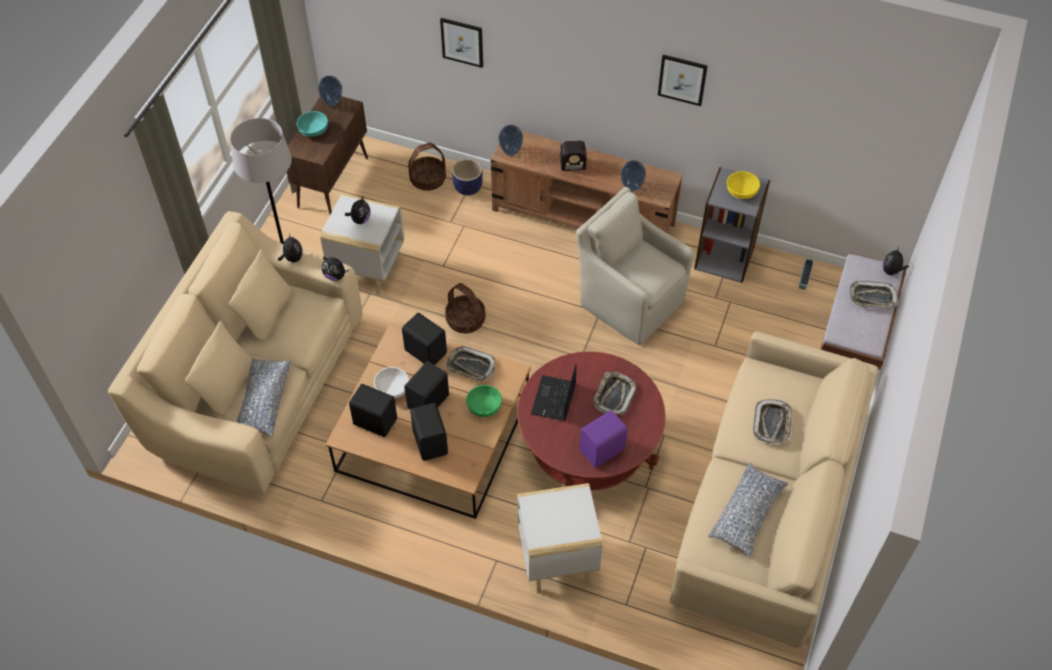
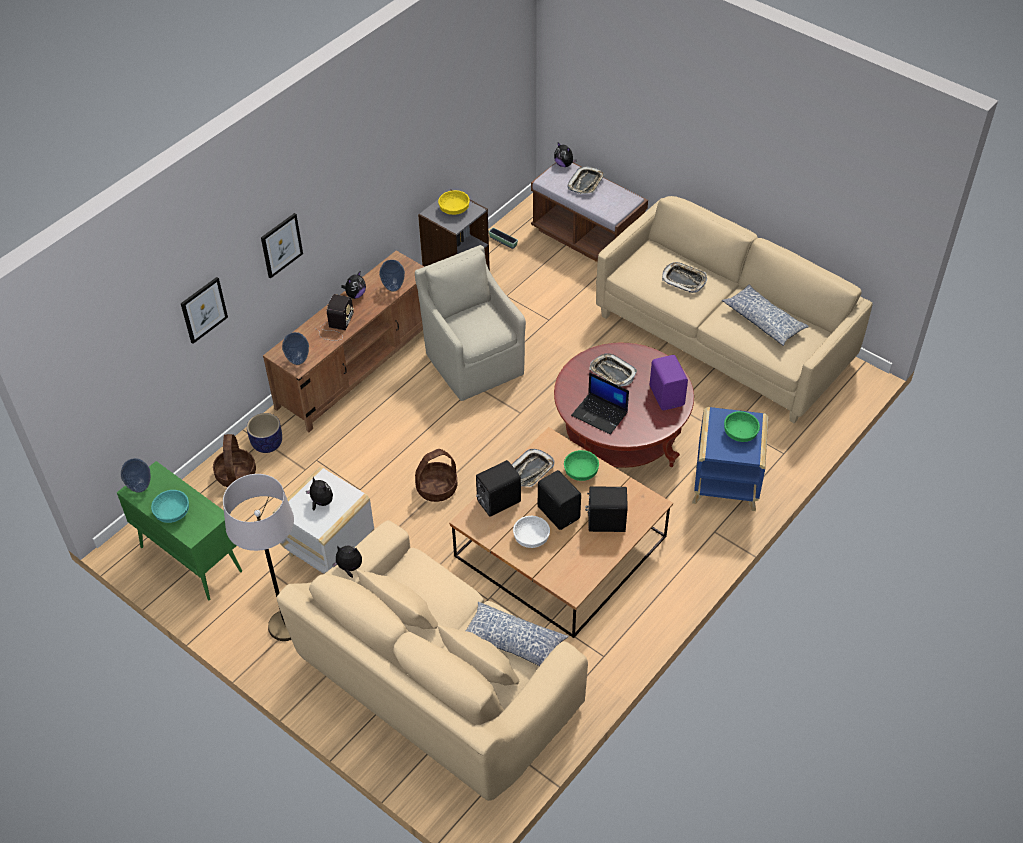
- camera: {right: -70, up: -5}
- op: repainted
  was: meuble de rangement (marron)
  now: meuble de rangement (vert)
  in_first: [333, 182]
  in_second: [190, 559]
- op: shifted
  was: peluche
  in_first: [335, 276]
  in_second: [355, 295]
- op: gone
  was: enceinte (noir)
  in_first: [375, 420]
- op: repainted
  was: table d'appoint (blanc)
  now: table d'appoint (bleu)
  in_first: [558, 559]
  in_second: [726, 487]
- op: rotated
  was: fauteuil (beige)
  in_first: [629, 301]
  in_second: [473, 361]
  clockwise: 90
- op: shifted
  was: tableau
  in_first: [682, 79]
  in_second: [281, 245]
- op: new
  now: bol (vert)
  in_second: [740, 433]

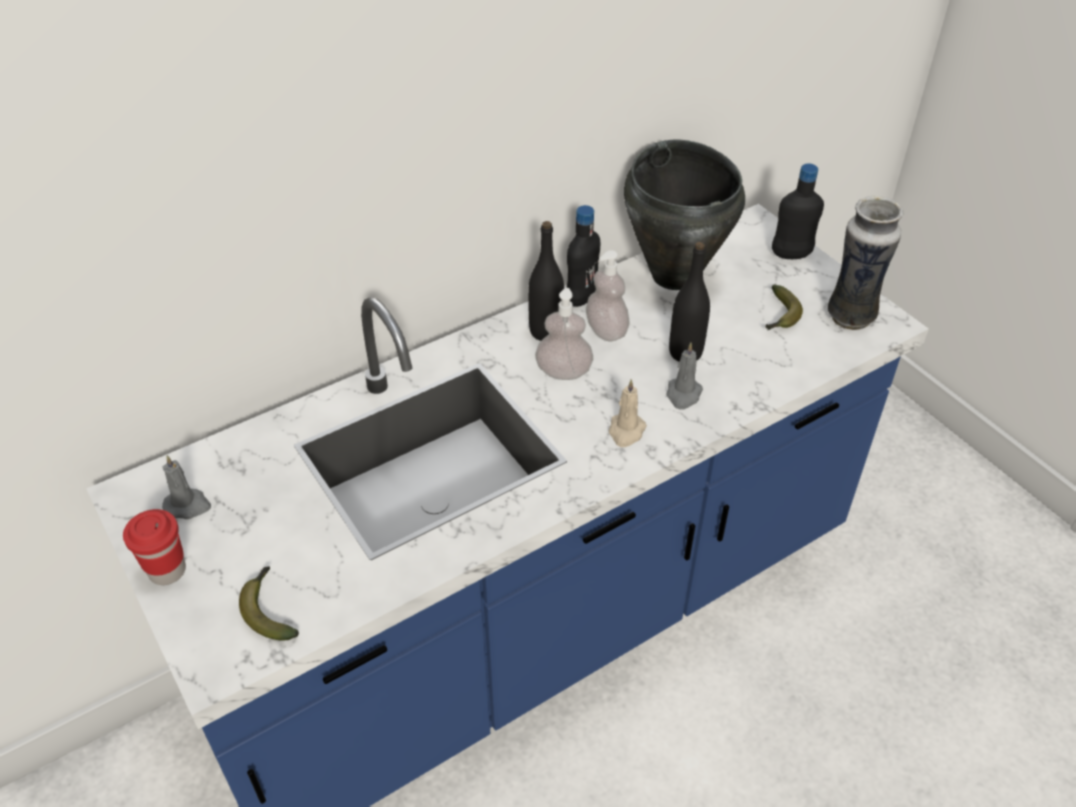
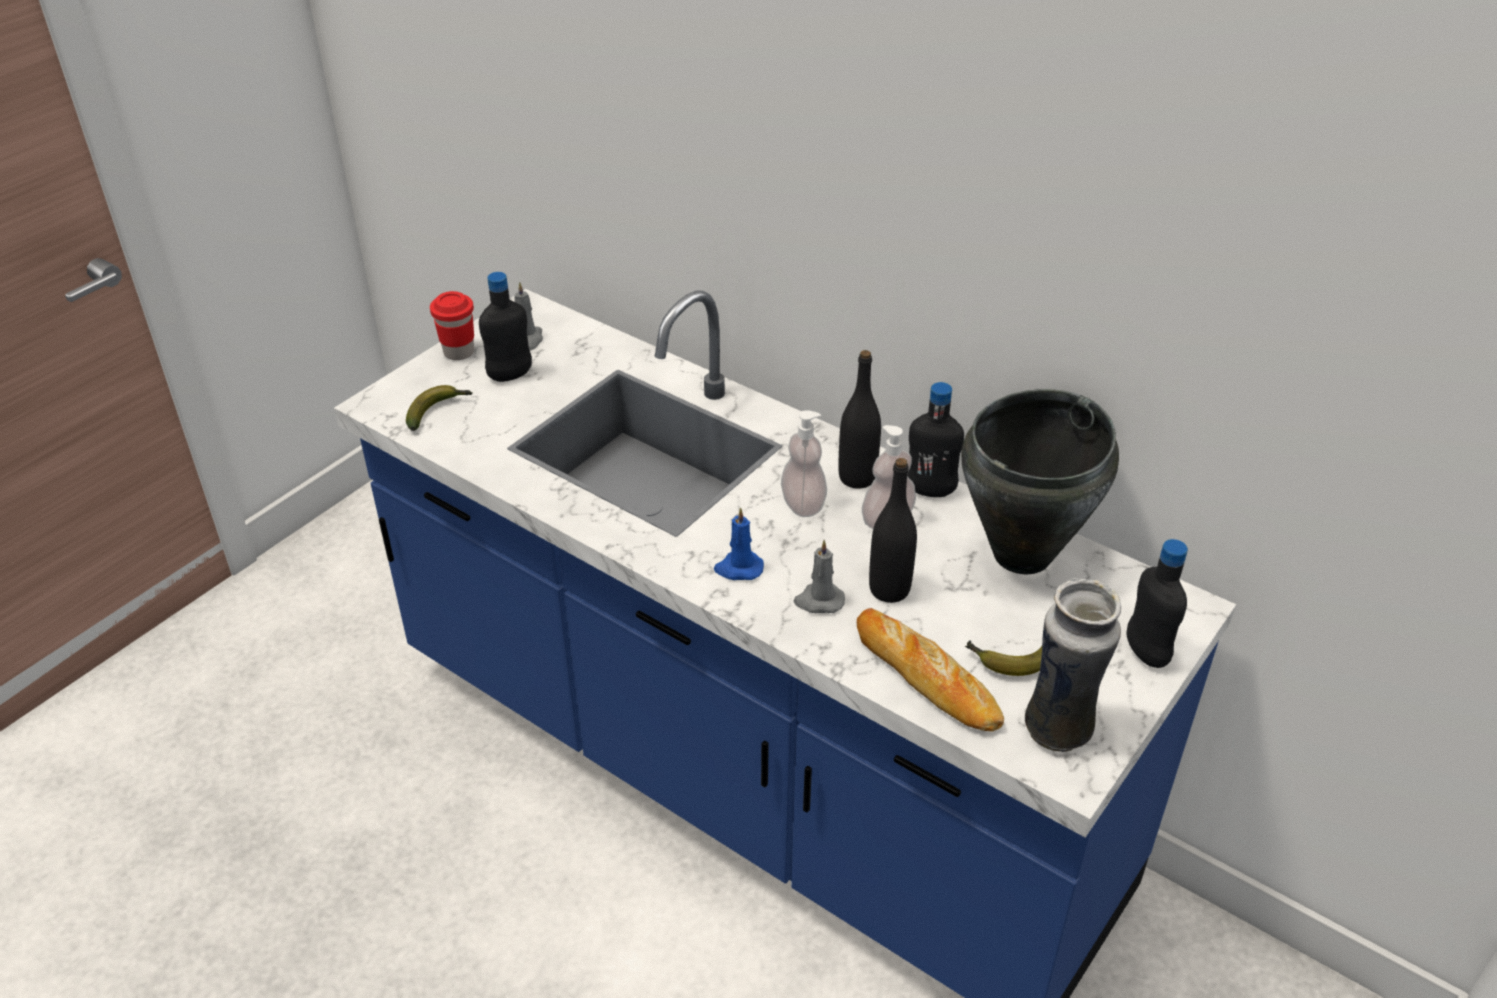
- camera: {right: 70, up: -5}
- op: repainted
  was: bougie (beige)
  now: bougie (bleu)
  in_first: [626, 431]
  in_second: [738, 568]
- op: new
  now: bouteille (noir)
  in_second: [510, 375]
- op: new
  now: pain
  in_second: [926, 677]

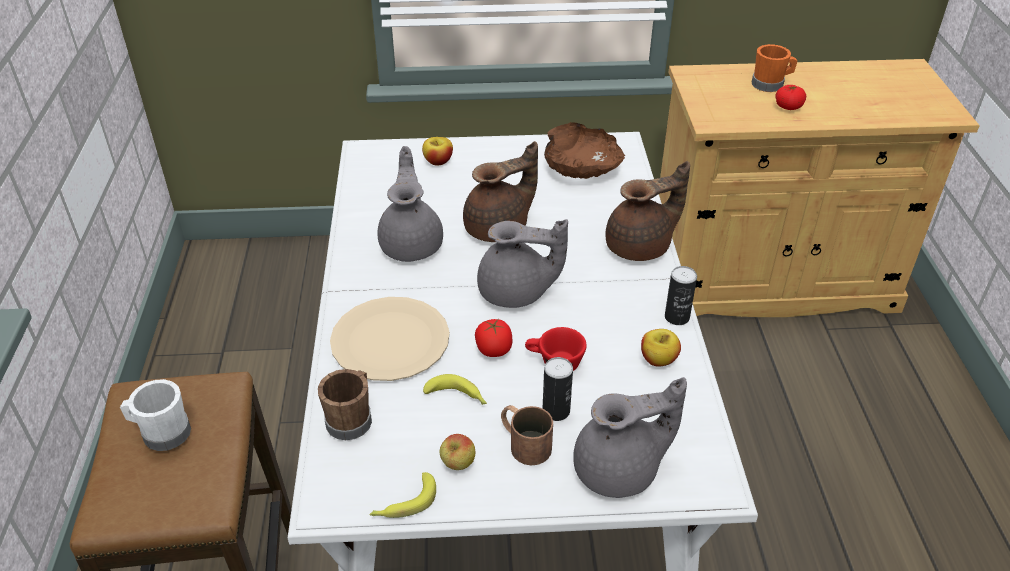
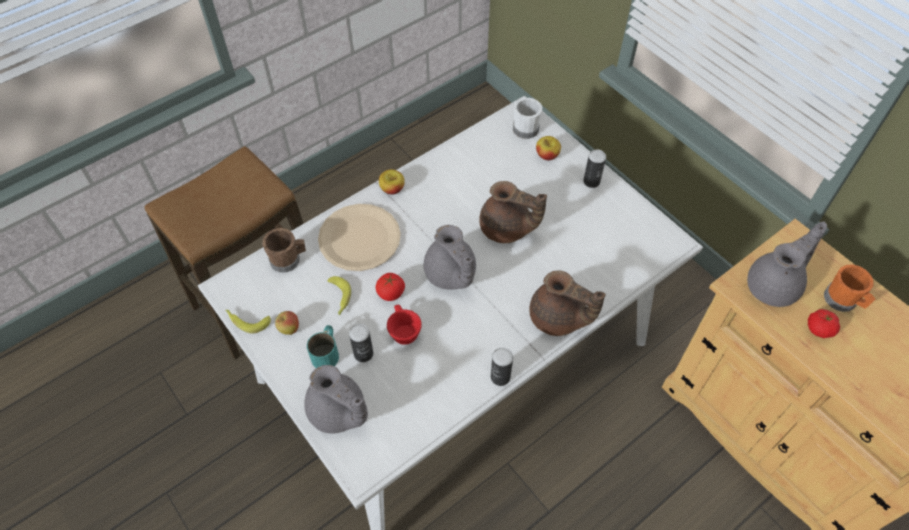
- camera: {right: 55, up: 15}
- op: shifted
  was: mug (blanc)
  in_first: [161, 433]
  in_second: [524, 127]
- op: shifted
  was: théière (gris)
  in_first: [412, 244]
  in_second: [774, 286]
- op: repainted
  was: mug (marron)
  now: mug (turquoise)
  in_first: [523, 442]
  in_second: [327, 351]
- op: gone
  was: bol (marron)
  in_first: [581, 165]
- op: shifted
  was: pomme
  in_first: [658, 359]
  in_second: [392, 189]
- op: new
  now: boîte métallique
  in_second: [591, 181]

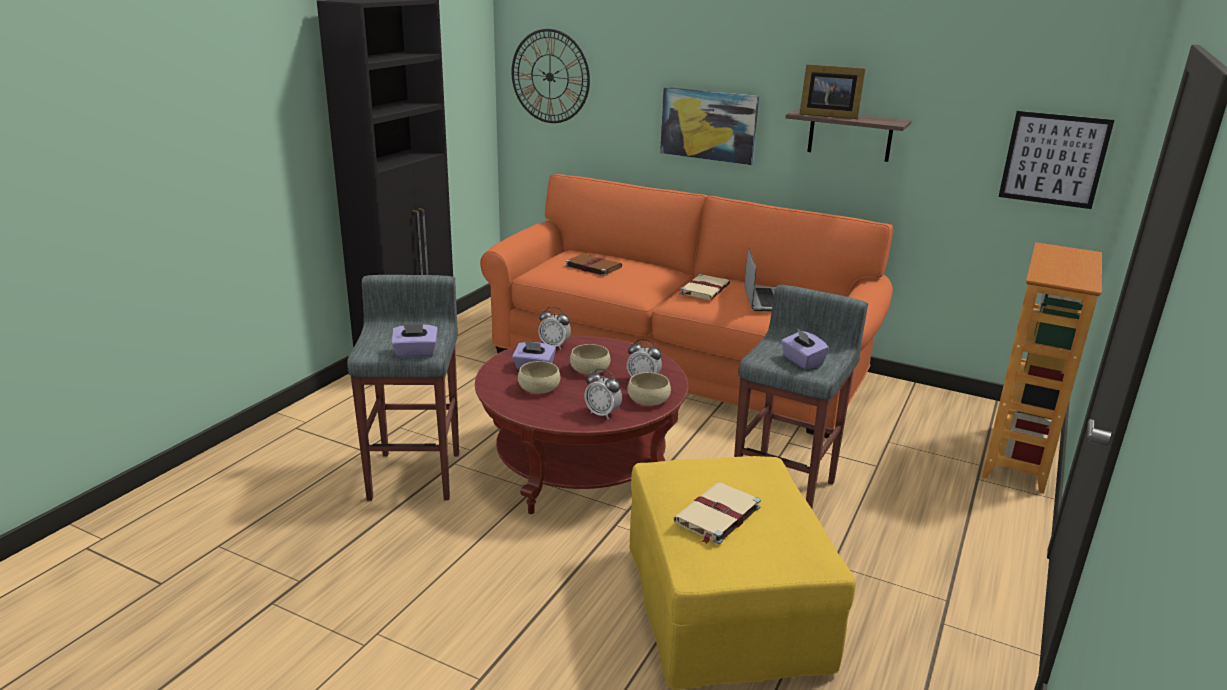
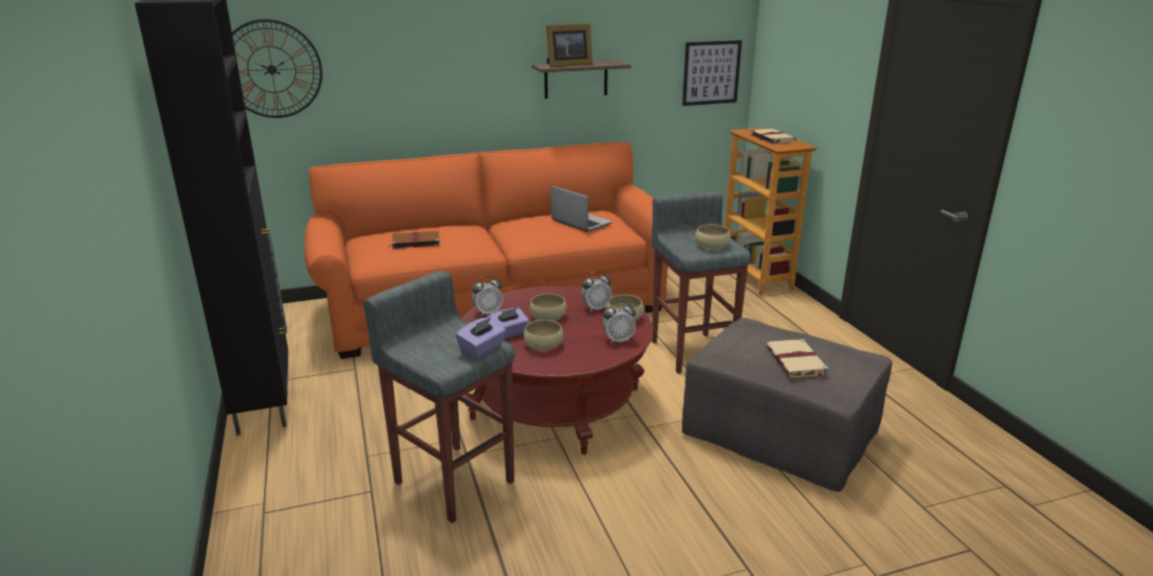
- camera: {right: -45, up: 0}
- op: repainted
  was: pouf (jaune)
  now: pouf (gris)
  in_first: [726, 608]
  in_second: [781, 434]
- op: gone
  was: tableau
  in_first: [708, 125]
- op: shifted
  was: livre (beige)
  in_first: [705, 289]
  in_second: [772, 138]
- op: swapped
  was: boîte à mouchoirs (violet)
  now: bol (beige)
  in_first: [802, 361]
  in_second: [712, 246]

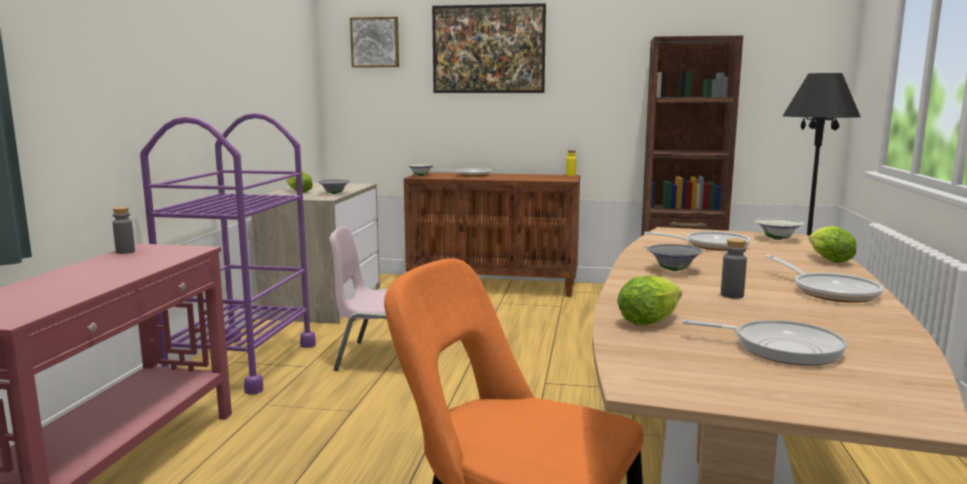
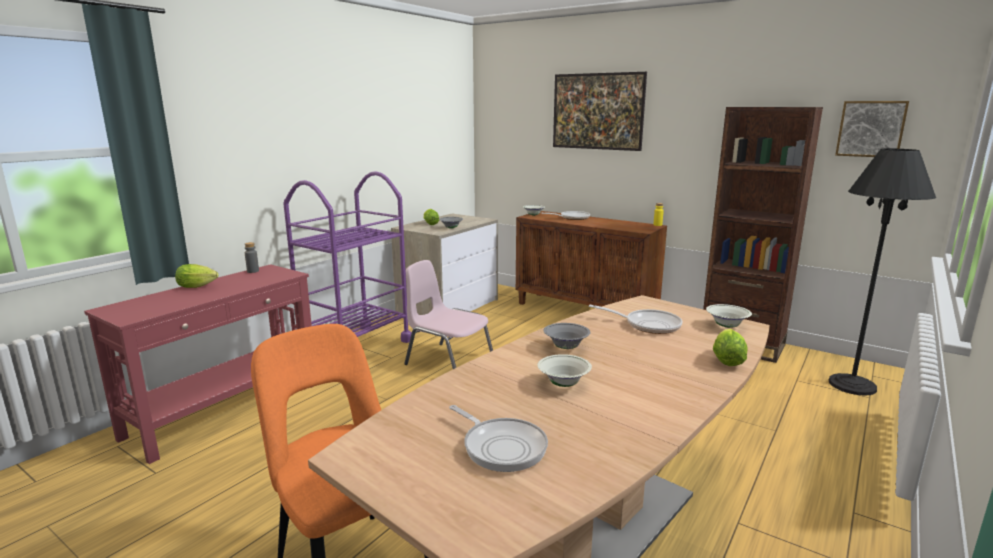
- camera: {right: 25, up: 5}
- op: shifted
  was: tableau
  in_first: [375, 42]
  in_second: [871, 129]
- op: shifted
  was: laitue
  in_first: [651, 321]
  in_second: [199, 286]
- op: swapped
  was: bouteille (gris)
  now: bol (blanc)
  in_first: [732, 295]
  in_second: [563, 384]
- op: gone
  was: poêle
  in_first: [830, 292]

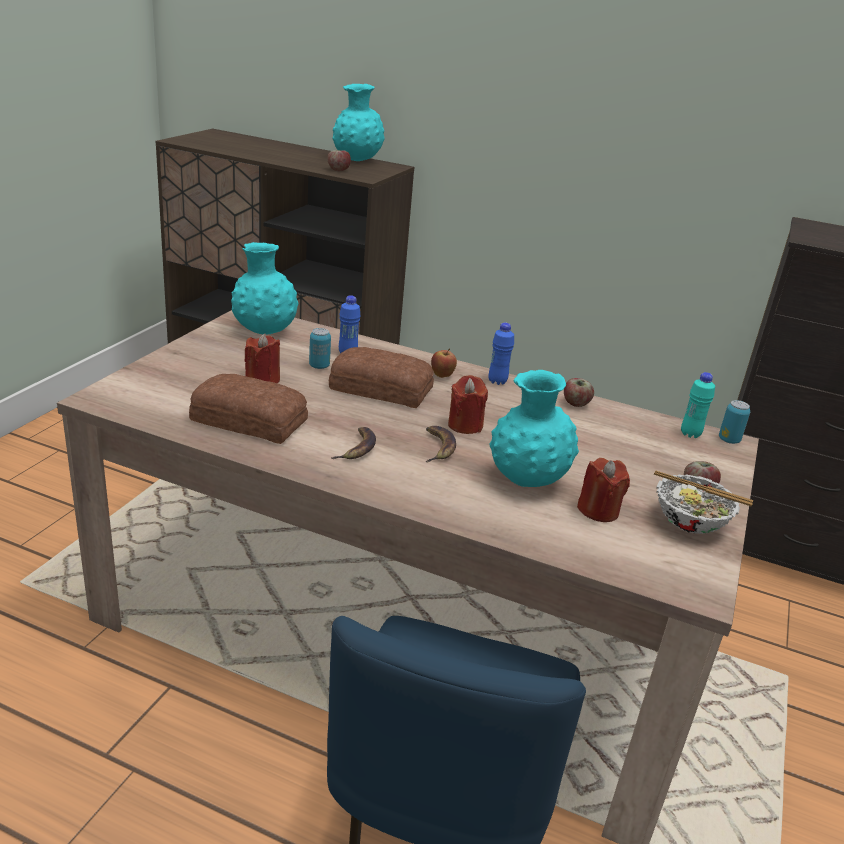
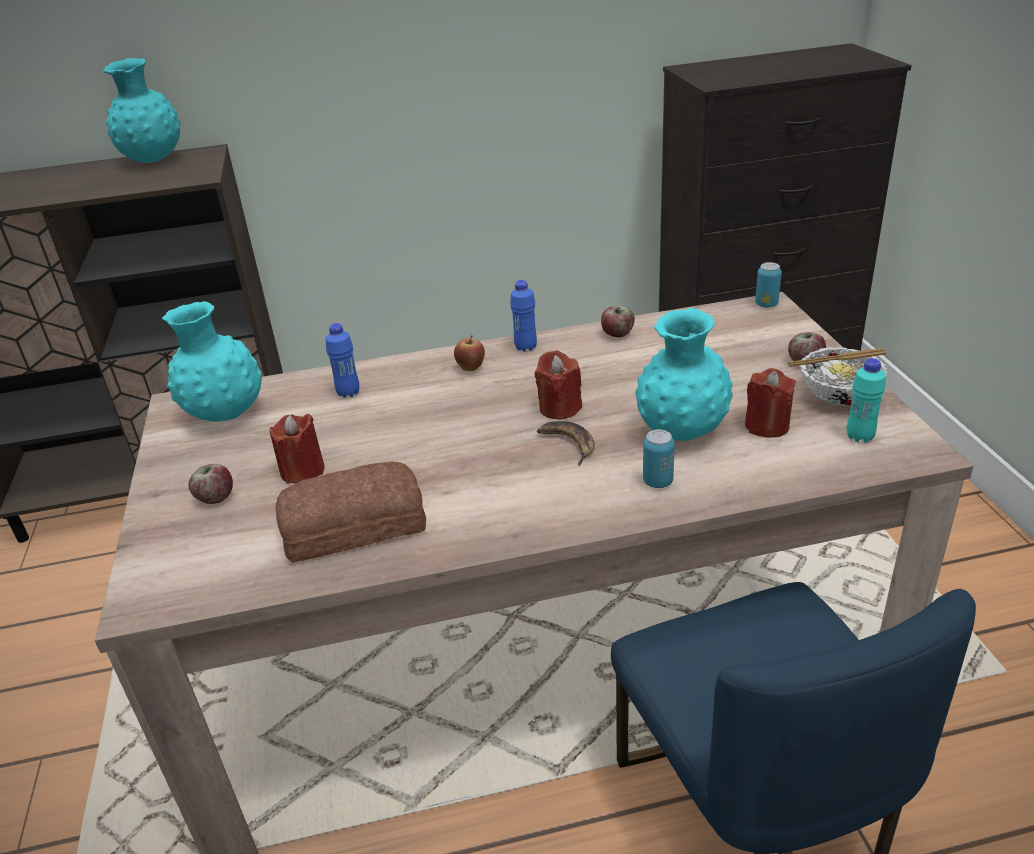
- camera: {right: -30, up: 5}
- op: shifted
  was: boîte métallique
  in_first: [319, 366]
  in_second: [657, 481]
- op: shifted
  was: pomme
  in_first: [338, 170]
  in_second: [215, 497]
- op: gone
  was: pain
  in_first: [380, 388]
- op: gone
  was: banane
  in_first: [357, 448]
- op: shifted
  was: bouteille (turquoise)
  in_first: [690, 434]
  in_second: [859, 437]

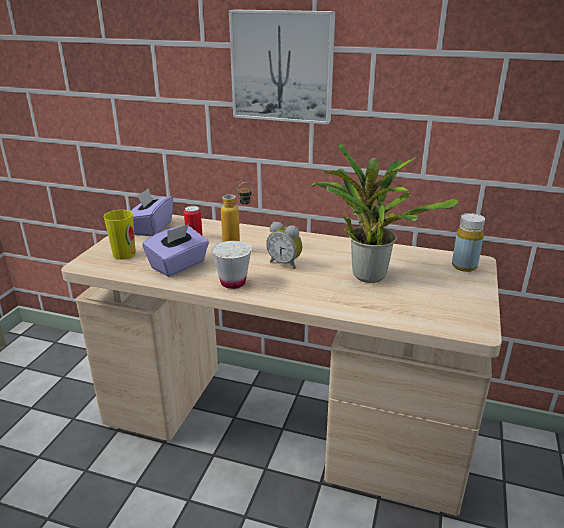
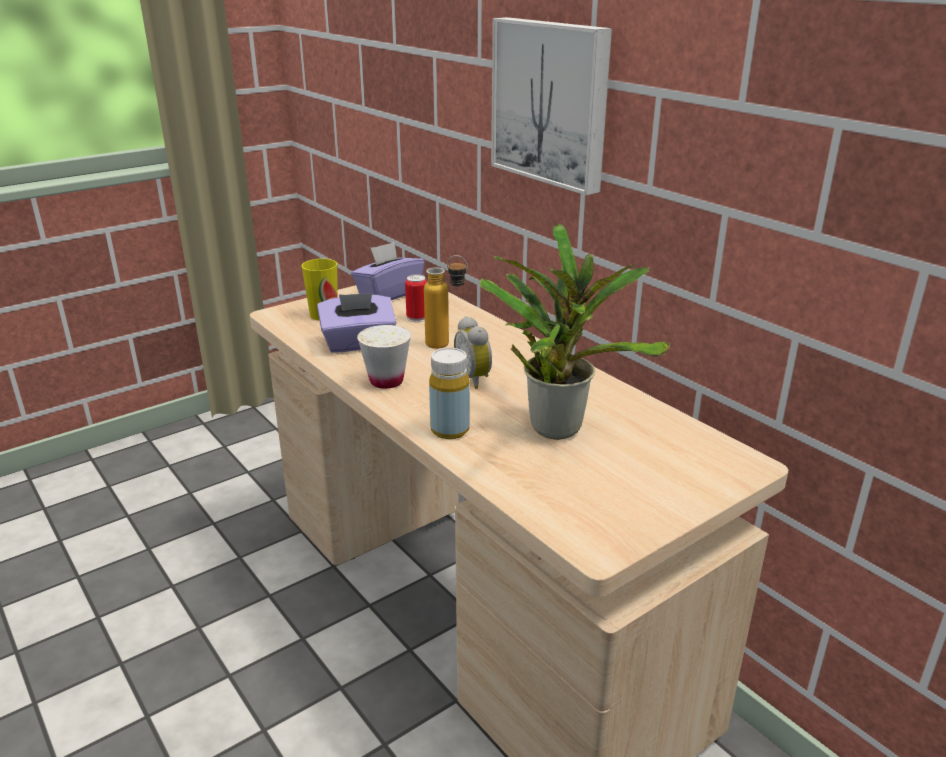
- camera: {right: 35, up: 0}
- op: shifted
  was: bouteille (jaune)
  in_first: [464, 266]
  in_second: [450, 430]

